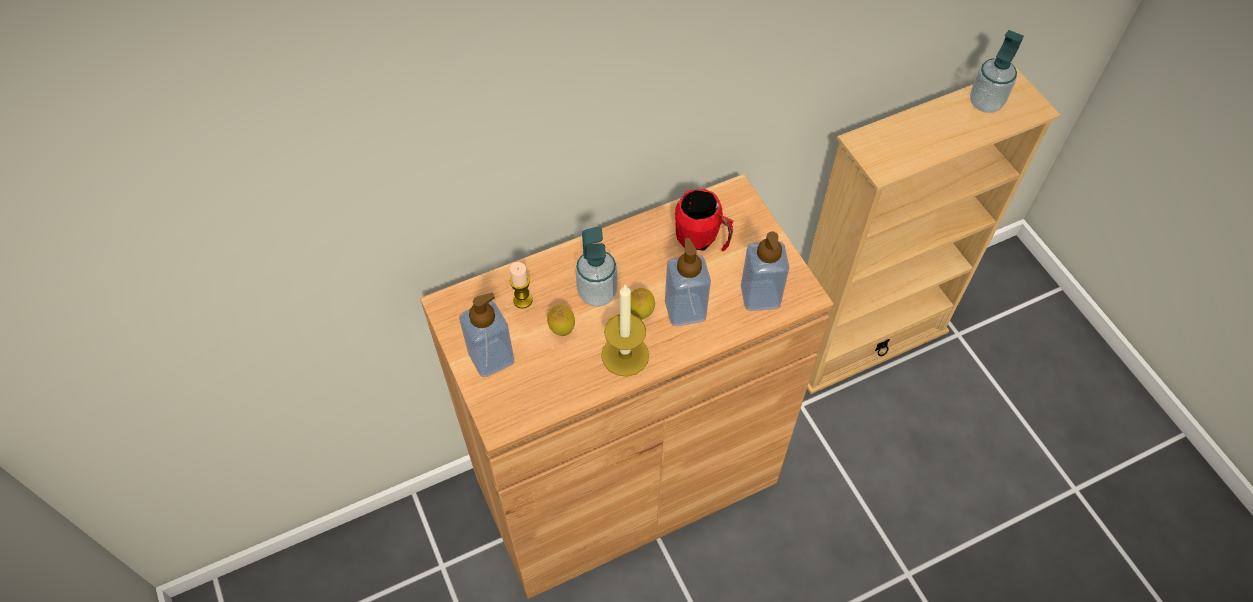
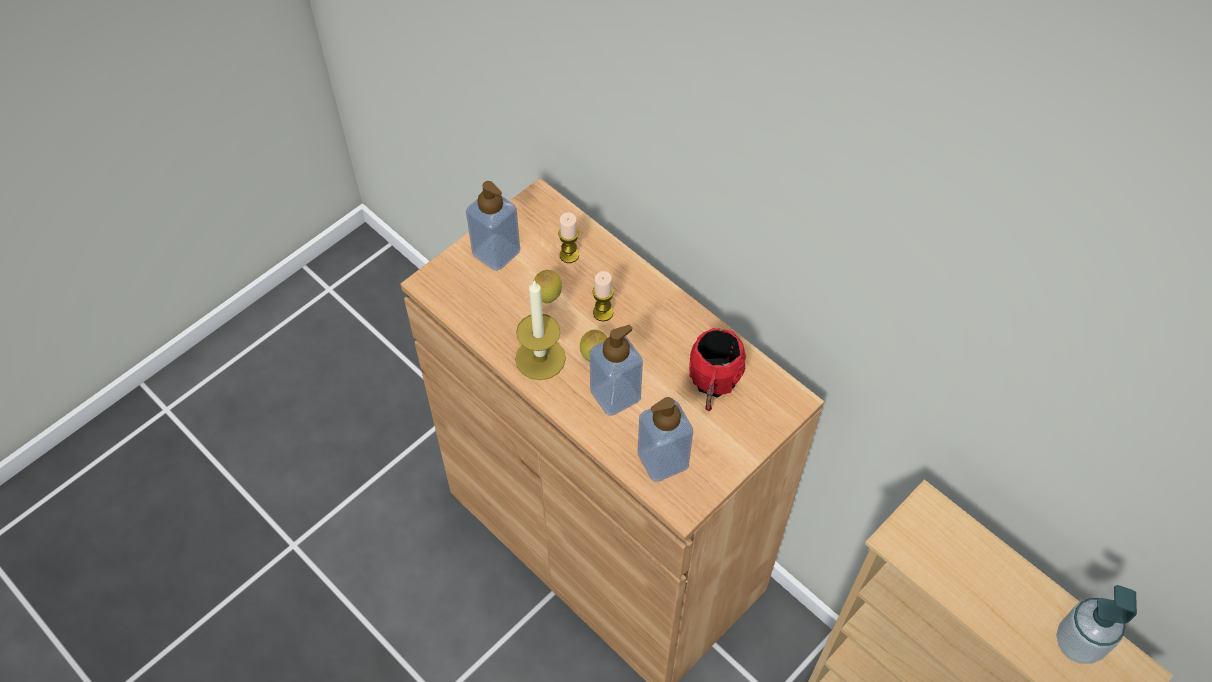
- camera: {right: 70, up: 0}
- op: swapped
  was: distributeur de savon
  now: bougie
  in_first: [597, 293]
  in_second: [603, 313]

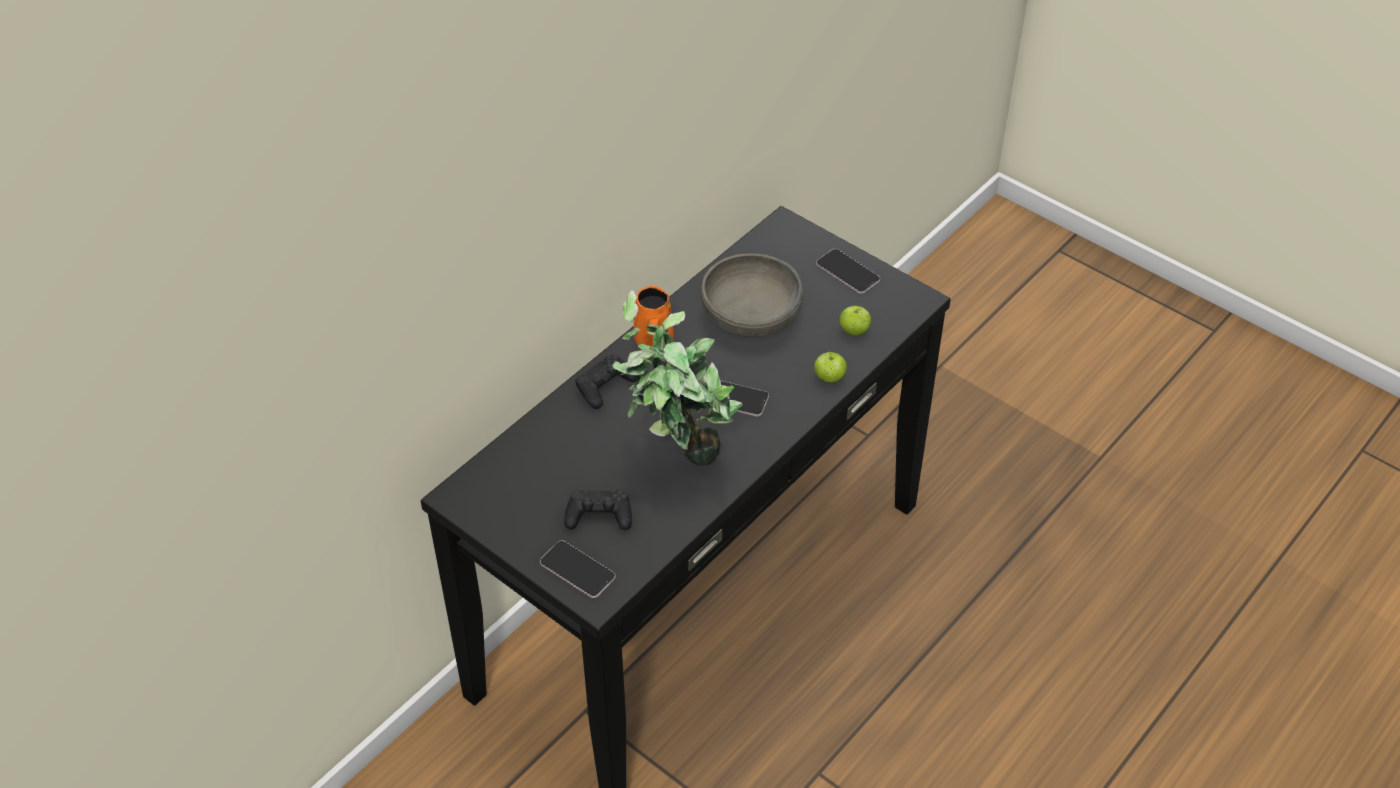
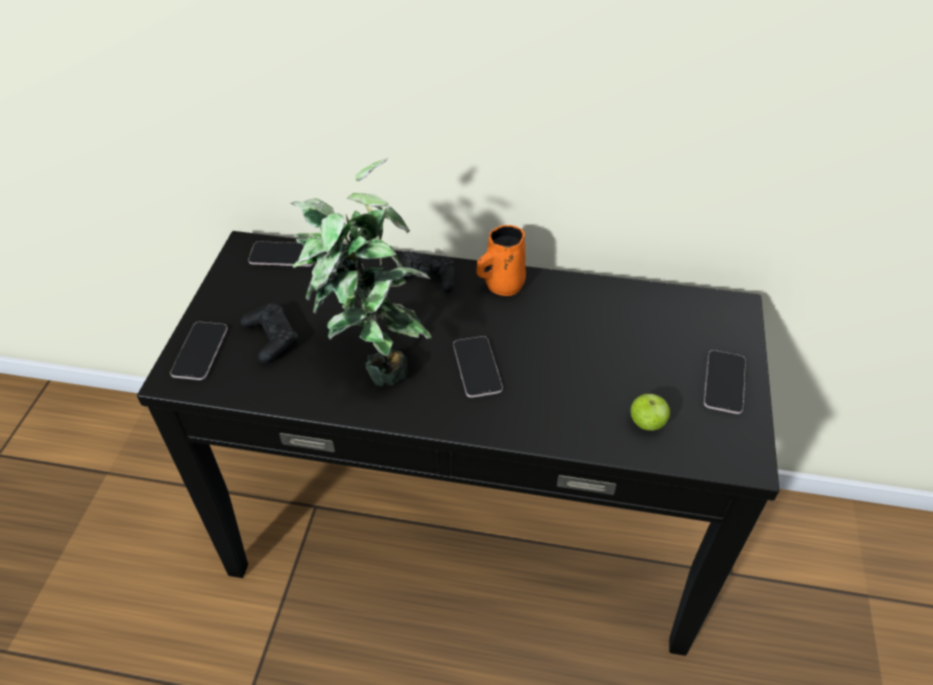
- camera: {right: 60, up: 0}
- op: gone
  was: bol (gris)
  in_first: [751, 317]
- op: gone
  was: pomme
  in_first: [829, 378]
- op: new
  now: téléphone
  in_second: [283, 255]

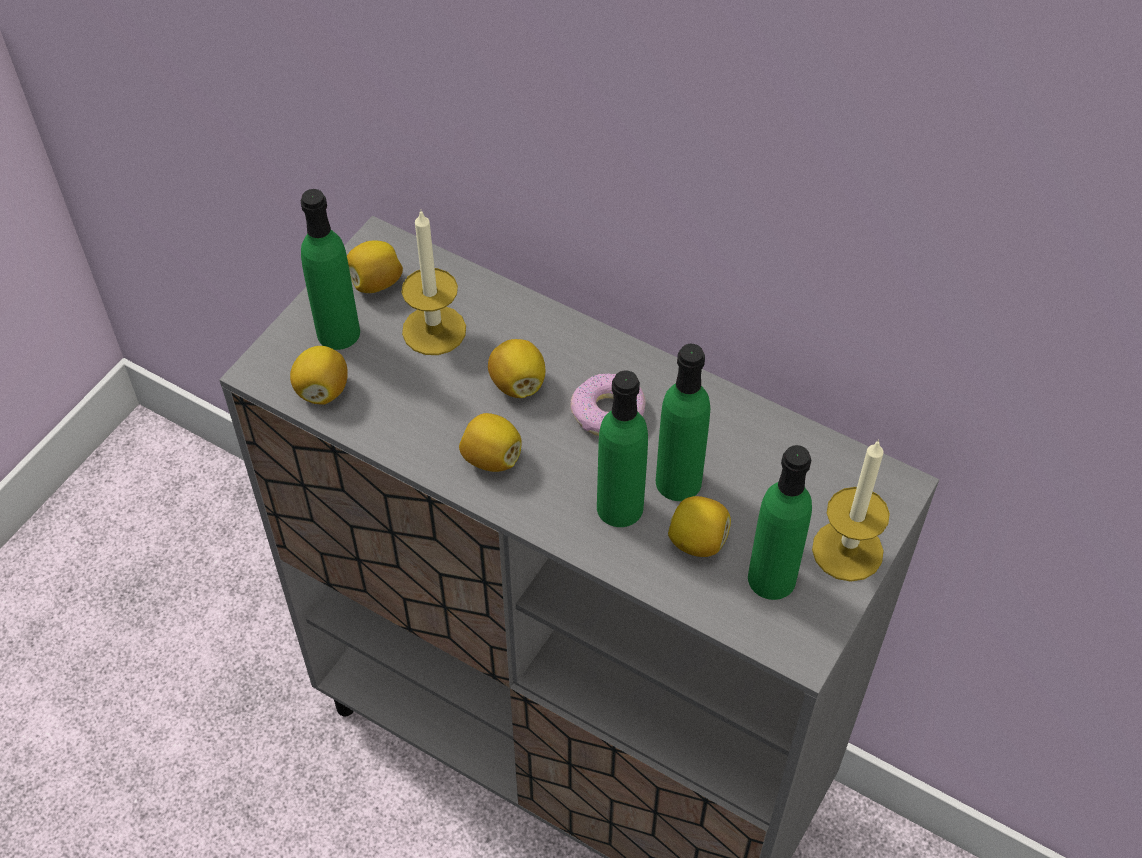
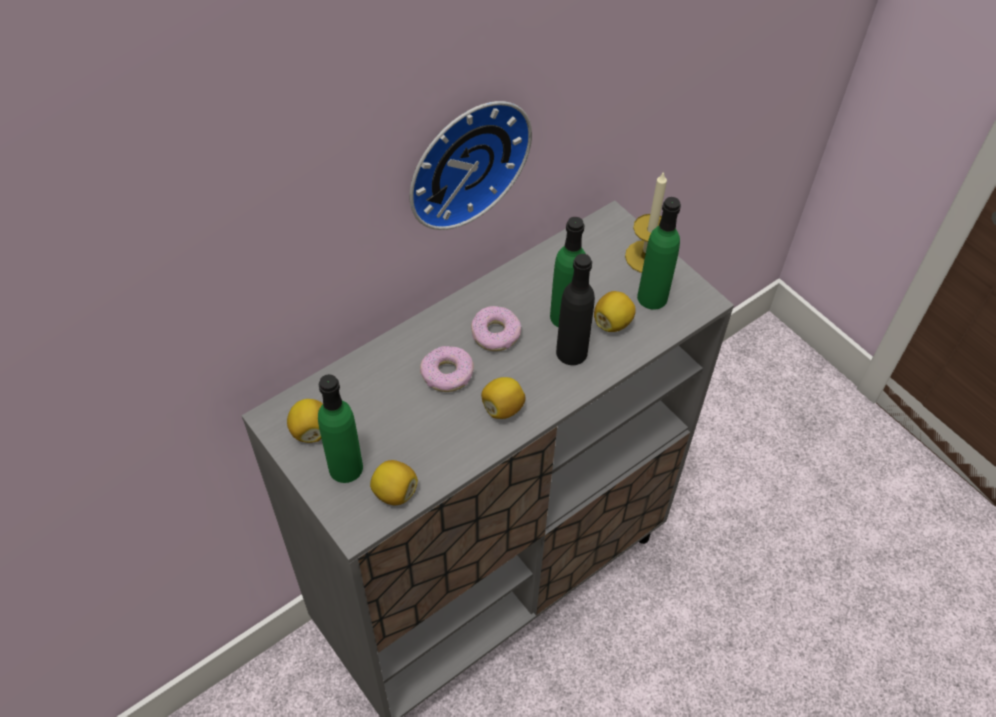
- camera: {right: -70, up: 0}
- op: gone
  was: bougie
  in_first: [434, 330]
- op: swapped
  was: citron
  now: beignet
  in_first: [518, 383]
  in_second: [447, 374]
- op: repainted
  was: bouteille (vert)
  now: bouteille (noir)
  in_first: [620, 507]
  in_second: [571, 352]
- op: new
  now: horloge murale
  in_second: [464, 160]

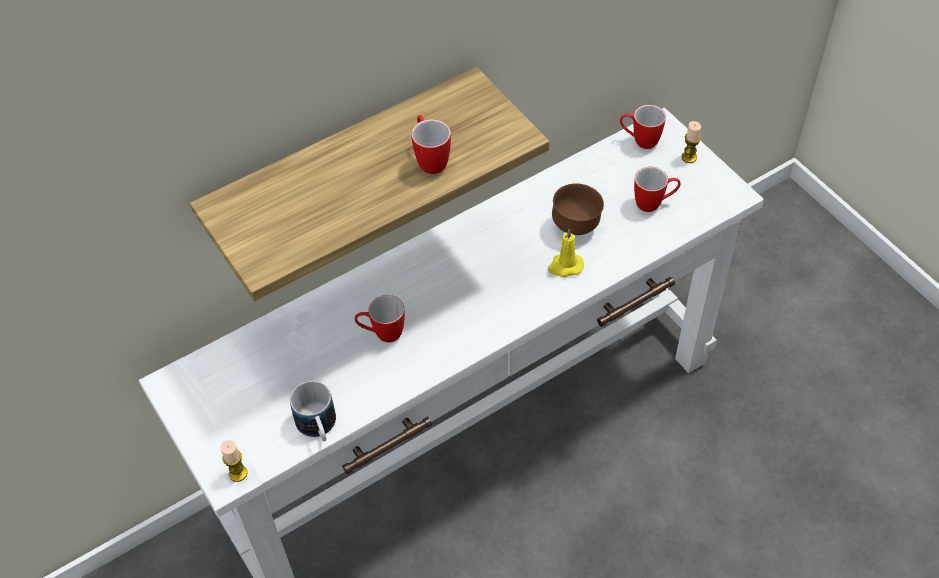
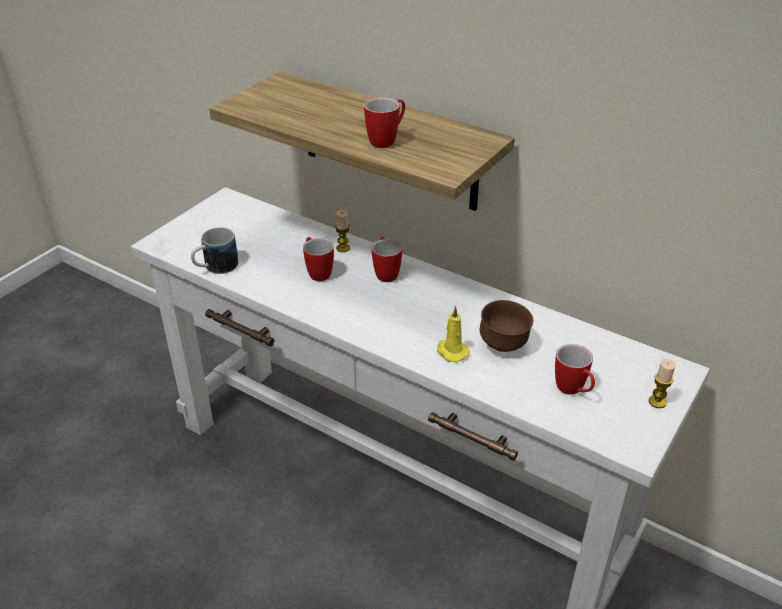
- camera: {right: 65, up: -15}
- op: shifted
  was: bougie
  in_first: [238, 473]
  in_second: [343, 248]
- op: shifted
  was: mug
  in_first: [639, 141]
  in_second: [385, 273]

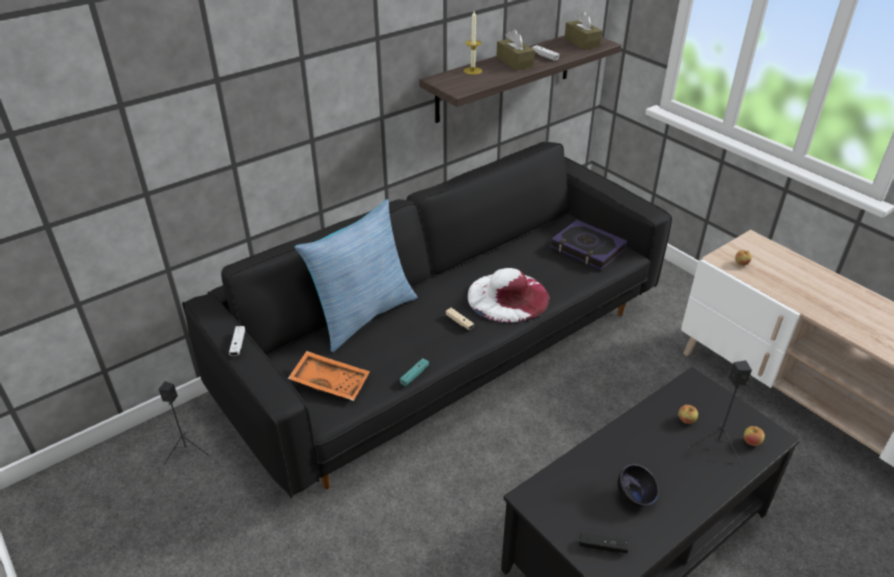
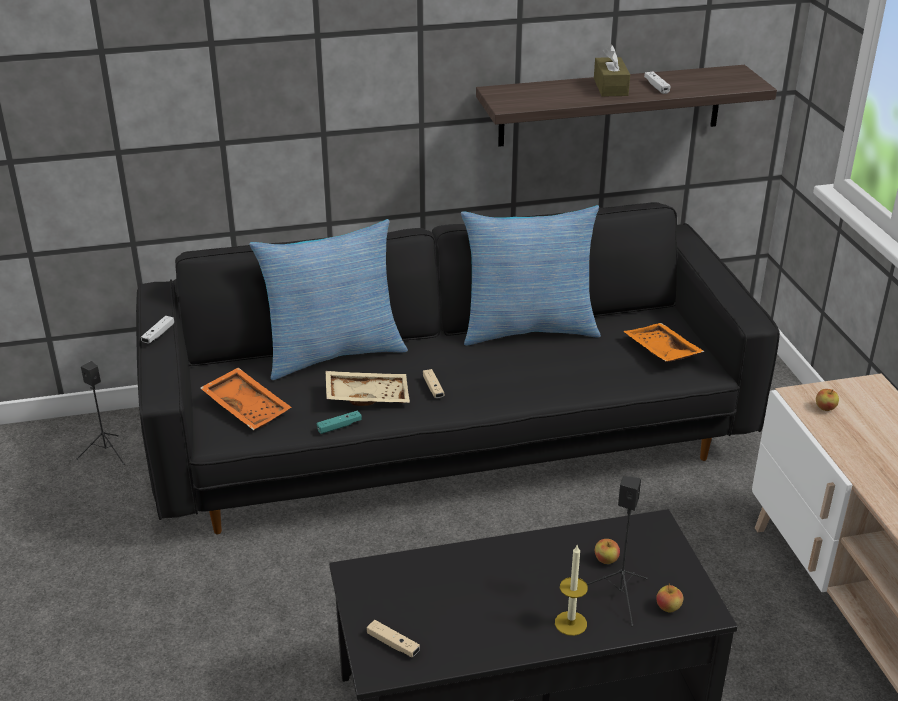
- camera: {right: 25, up: -5}
- op: shifted
  was: bougie
  in_first: [472, 71]
  in_second: [570, 623]
- op: gone
  was: chapeau (blanc)
  in_first: [508, 296]
- op: swapped
  was: livre
  now: plateau (orange)
  in_first: [587, 249]
  in_second: [660, 351]
- op: gone
  was: boîte à mouchoirs (marron)
  in_first: [582, 42]
- op: repainted
  was: manette (noir)
  now: manette (beige)
  in_first: [602, 547]
  in_second: [393, 644]
- op: gone
  was: bol (noir)
  in_first: [635, 497]
- op: new
  now: plateau (beige)
  in_second: [367, 396]
- op: new
  now: coussin
  in_second: [528, 329]

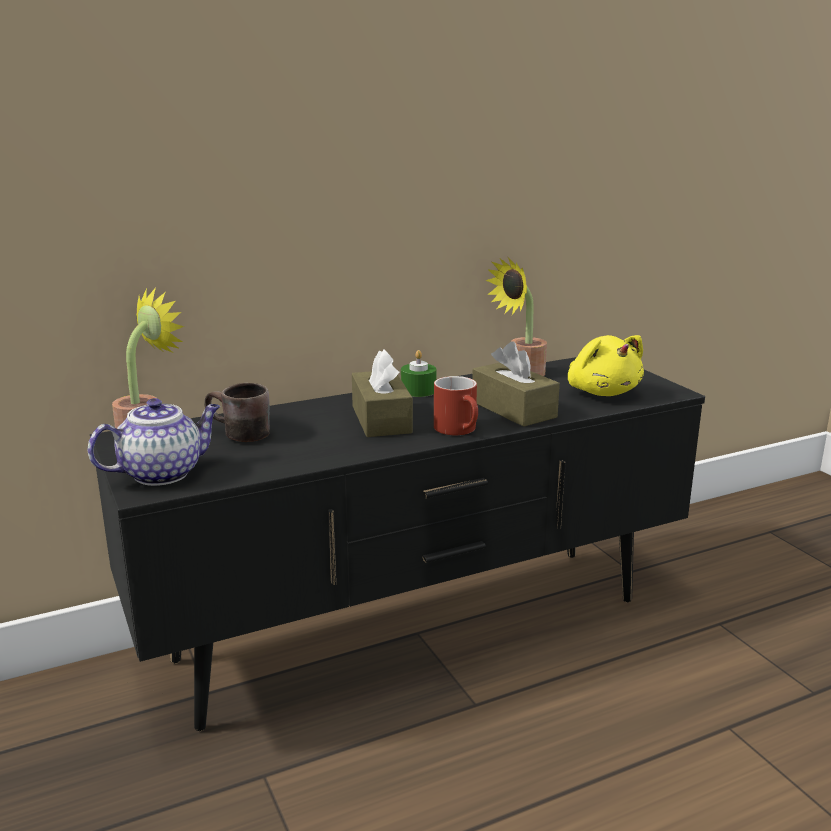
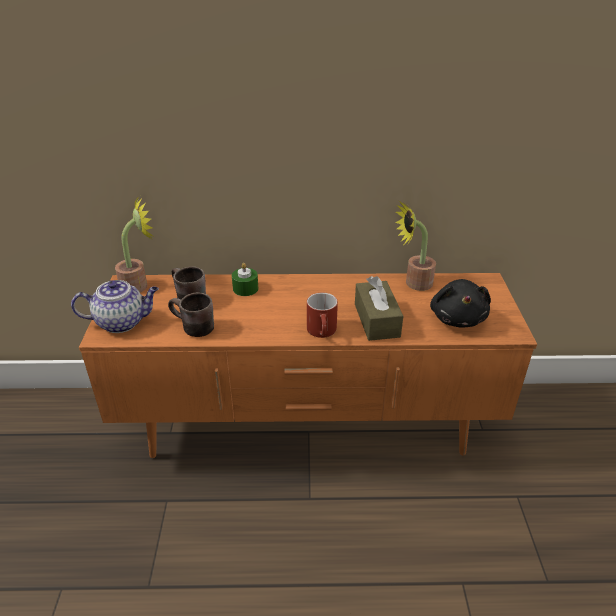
- camera: {right: 25, up: 15}
- op: repainted
  was: meuble télé (noir)
  now: meuble télé (orange)
  in_first: [415, 631]
  in_second: [307, 430]
- op: gone
  was: boîte à mouchoirs (marron)
  in_first: [381, 419]
- op: shifted
  was: bougie (vert)
  in_first: [418, 390]
  in_second: [245, 288]
- op: repainted
  was: peluche (jaune)
  now: peluche (noir)
  in_first: [602, 392]
  in_second: [457, 318]
- op: new
  now: mug (marron)
  in_second: [191, 328]

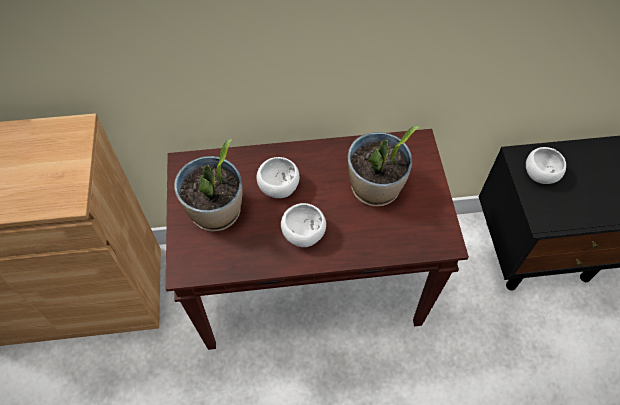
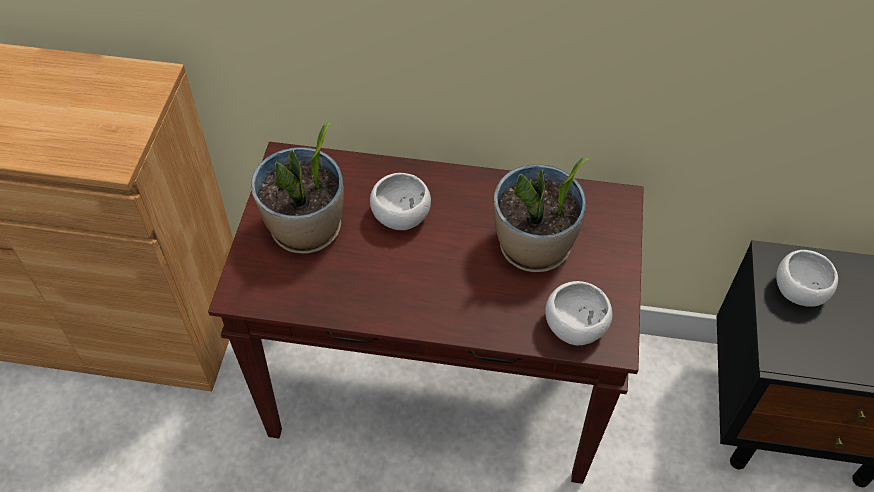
- camera: {right: 15, up: -5}
- op: shifted
  was: bol (blanc)
  in_first: [303, 234]
  in_second: [575, 328]

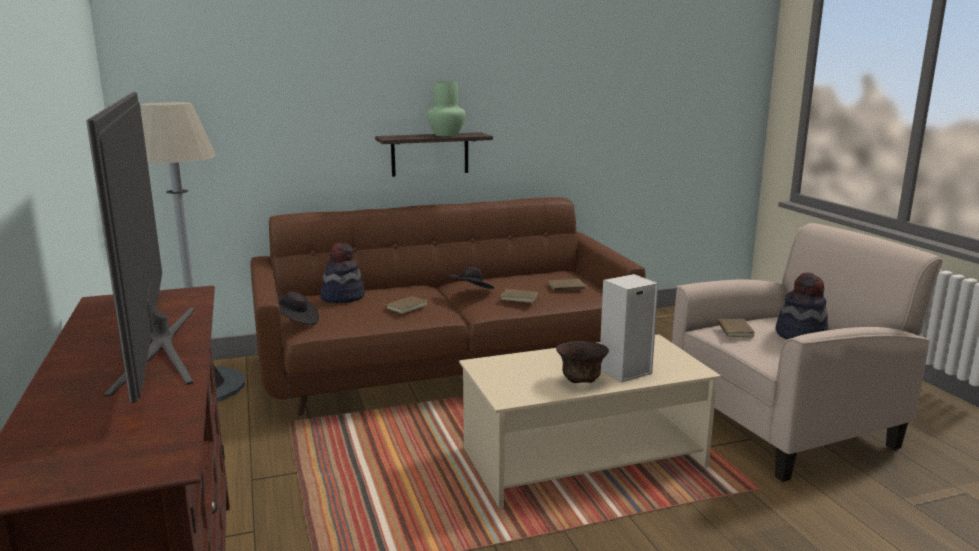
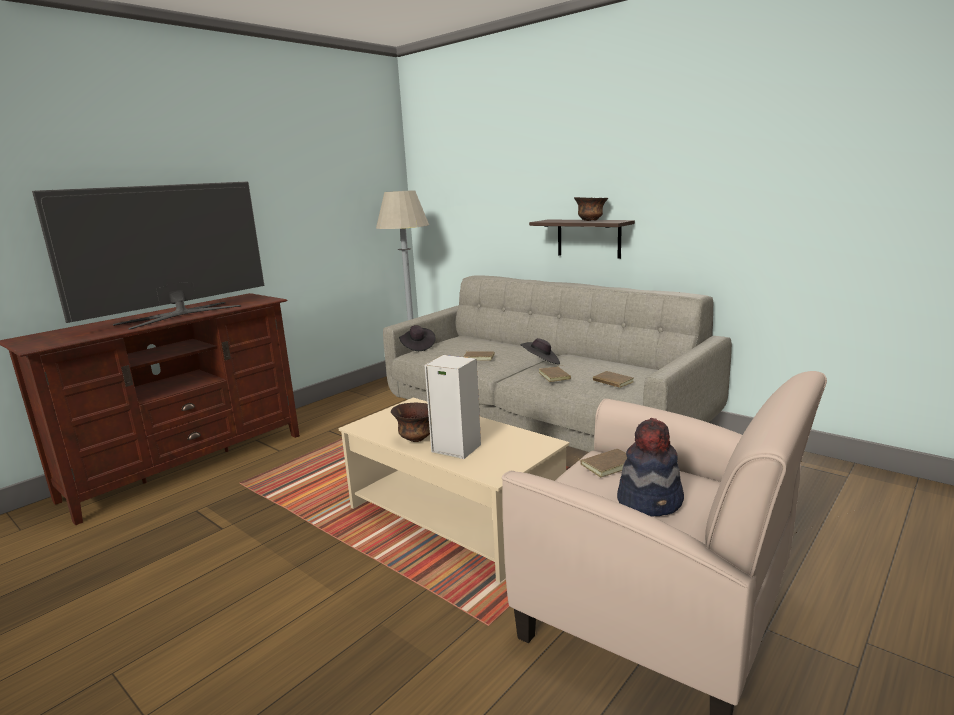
- camera: {right: 60, up: 0}
- op: repainted
  was: canapé (marron)
  now: canapé (gris)
  in_first: [446, 365]
  in_second: [542, 423]
- op: gone
  was: chapeau
  in_first: [342, 297]
- op: swapped
  was: vase (vert)
  now: bol (marron)
  in_first: [446, 135]
  in_second: [590, 220]

